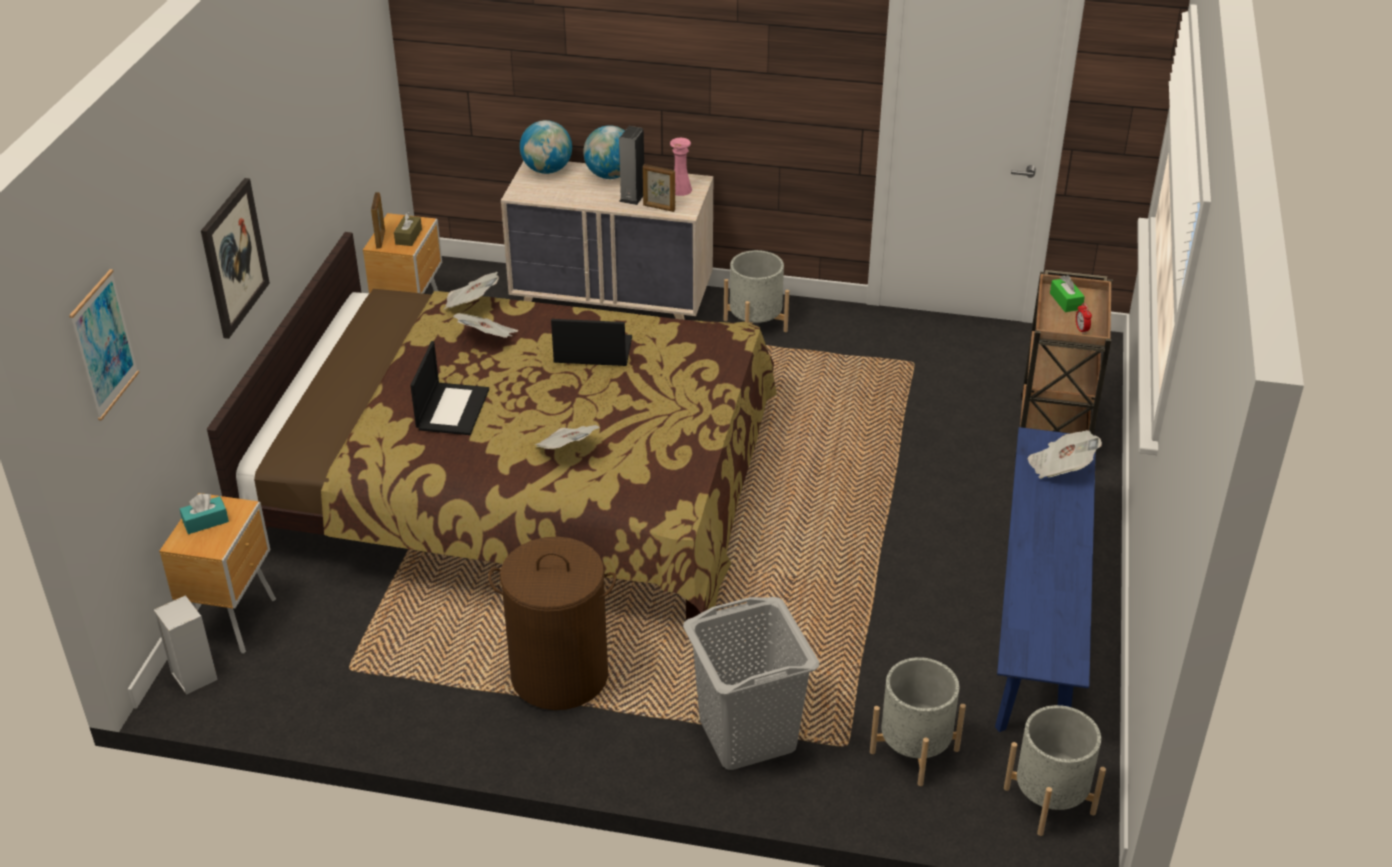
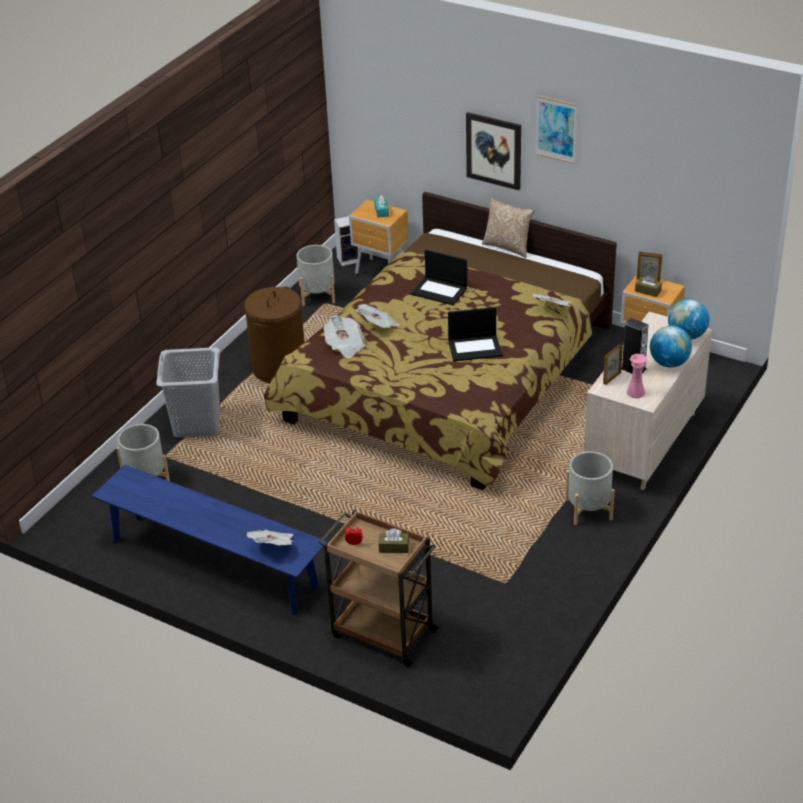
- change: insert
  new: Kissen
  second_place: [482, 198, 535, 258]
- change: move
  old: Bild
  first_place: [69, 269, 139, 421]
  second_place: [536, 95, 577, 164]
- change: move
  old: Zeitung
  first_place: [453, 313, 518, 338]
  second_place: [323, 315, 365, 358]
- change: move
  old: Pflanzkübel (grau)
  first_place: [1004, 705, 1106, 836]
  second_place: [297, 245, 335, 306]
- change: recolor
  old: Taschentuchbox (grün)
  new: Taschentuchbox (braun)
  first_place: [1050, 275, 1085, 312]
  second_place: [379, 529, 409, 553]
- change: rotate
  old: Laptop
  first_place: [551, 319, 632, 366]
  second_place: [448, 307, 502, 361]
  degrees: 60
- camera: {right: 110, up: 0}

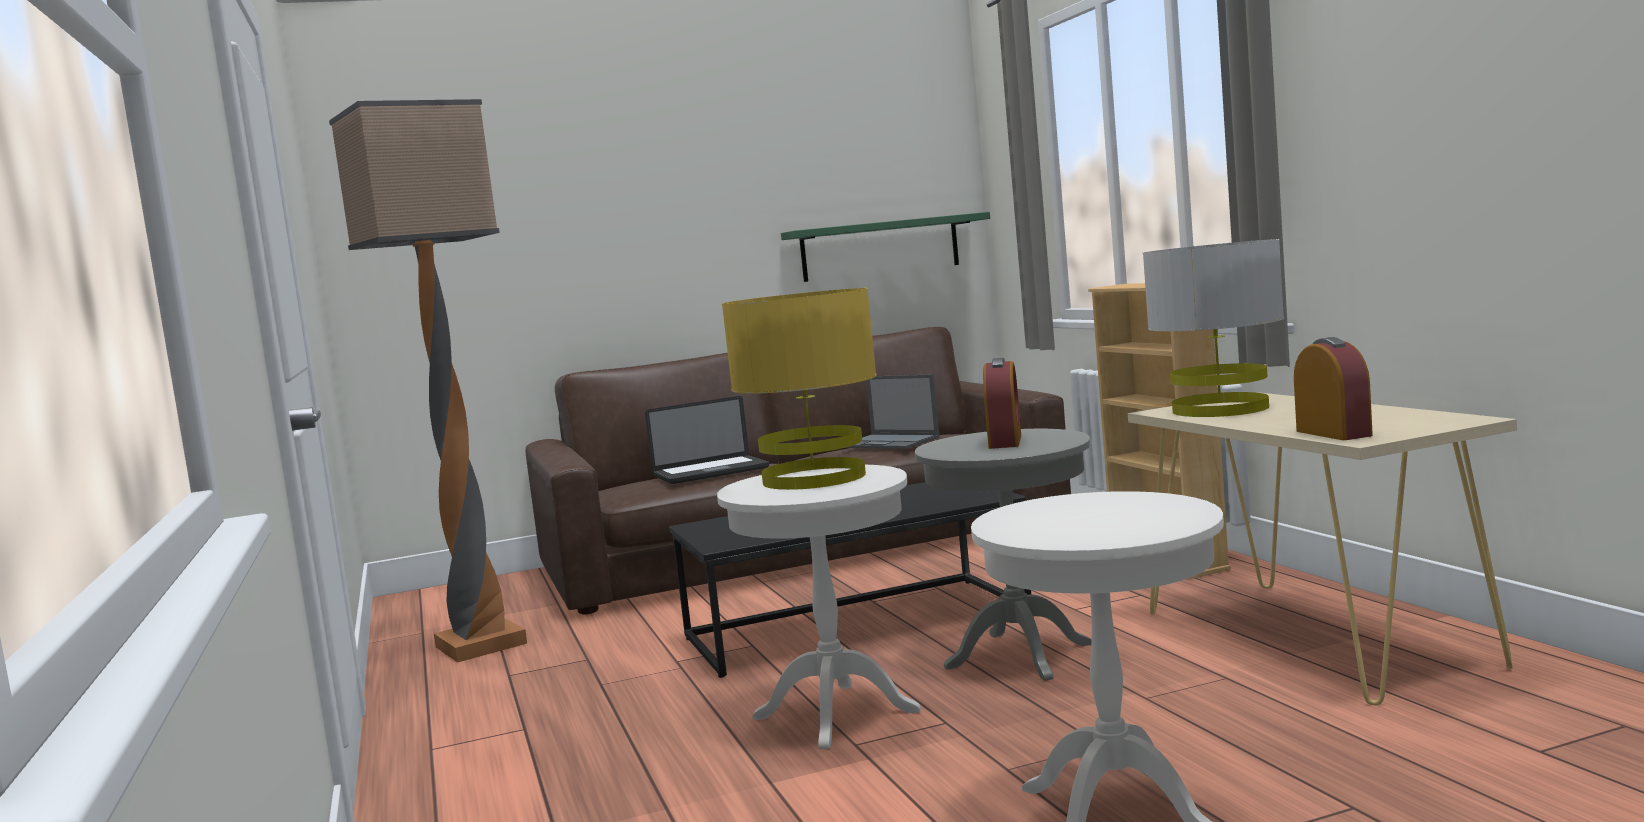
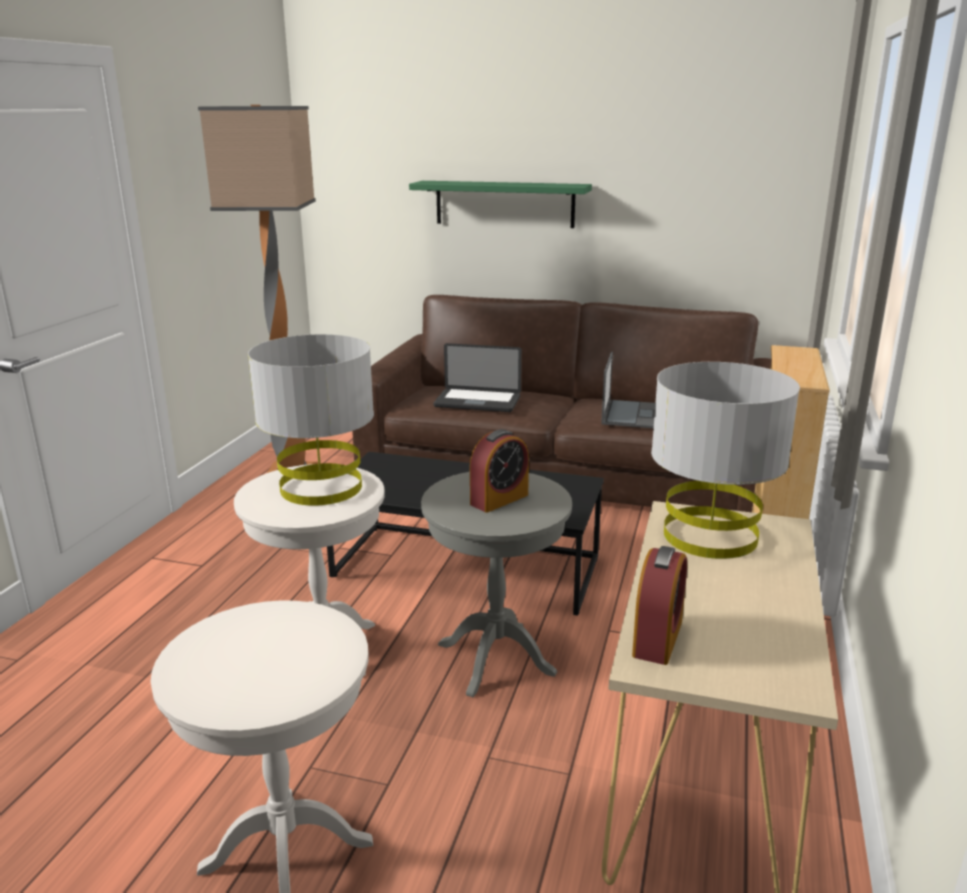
- change: move
  old: Wandregal (grün)
  first_place: [781, 212, 990, 282]
  second_place: [409, 181, 592, 228]
- change: recolor
  old: Tischlampe (gelb)
  new: Tischlampe (grau)
  first_place: [722, 288, 877, 490]
  second_place: [248, 334, 374, 506]
- change: rotate
  old: Laptop
  first_place: [846, 374, 940, 449]
  second_place: [601, 352, 655, 429]
  degrees: -150
- camera: {right: 35, up: 15}

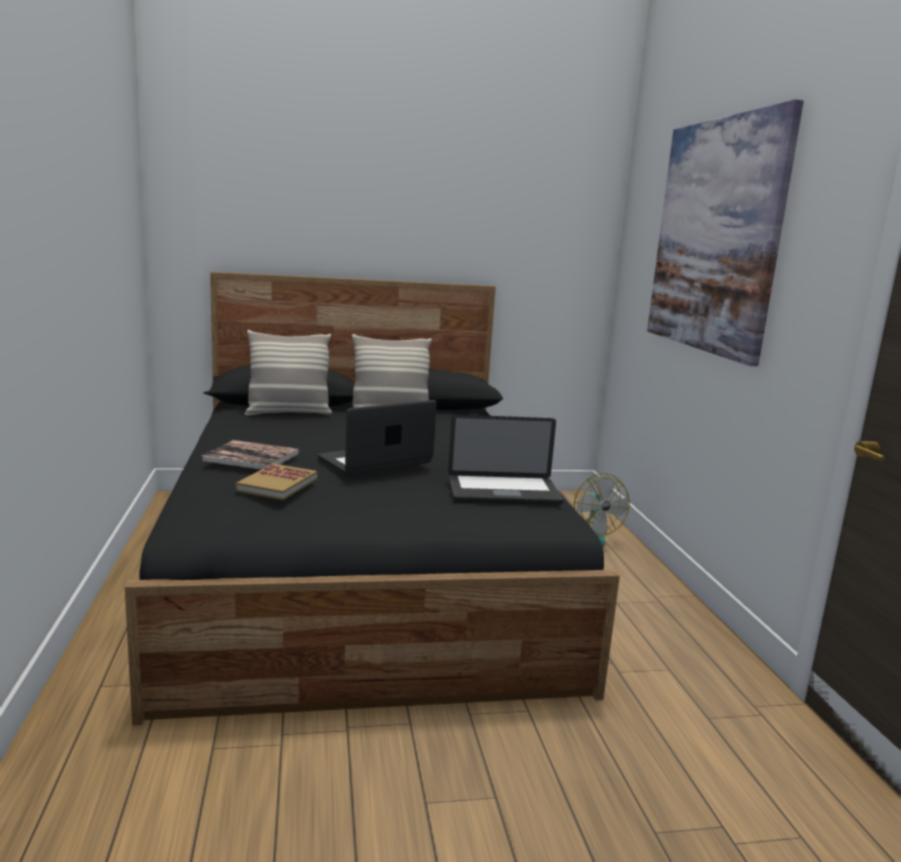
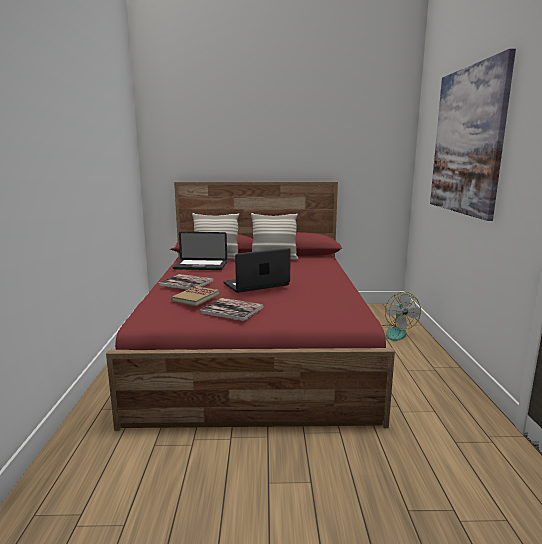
- change: insert
  new: Buch
  second_place: [200, 298, 264, 321]
- change: move
  old: Laptop
  first_place: [448, 414, 563, 505]
  second_place: [173, 232, 227, 270]
- change: recolor
  old: Bett (schwarz)
  new: Bett (rot)
  first_place: [125, 272, 620, 726]
  second_place: [106, 182, 395, 431]
- camera: {right: 10, up: 0}

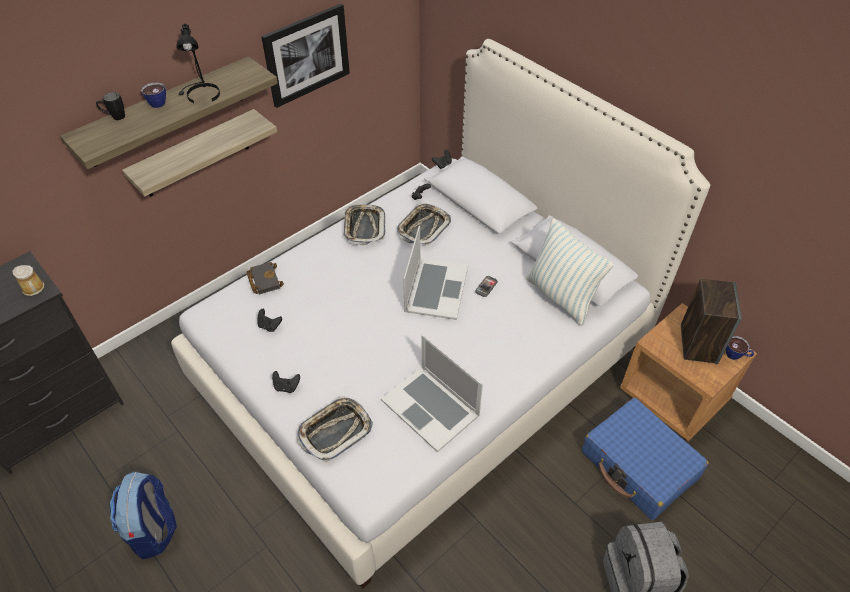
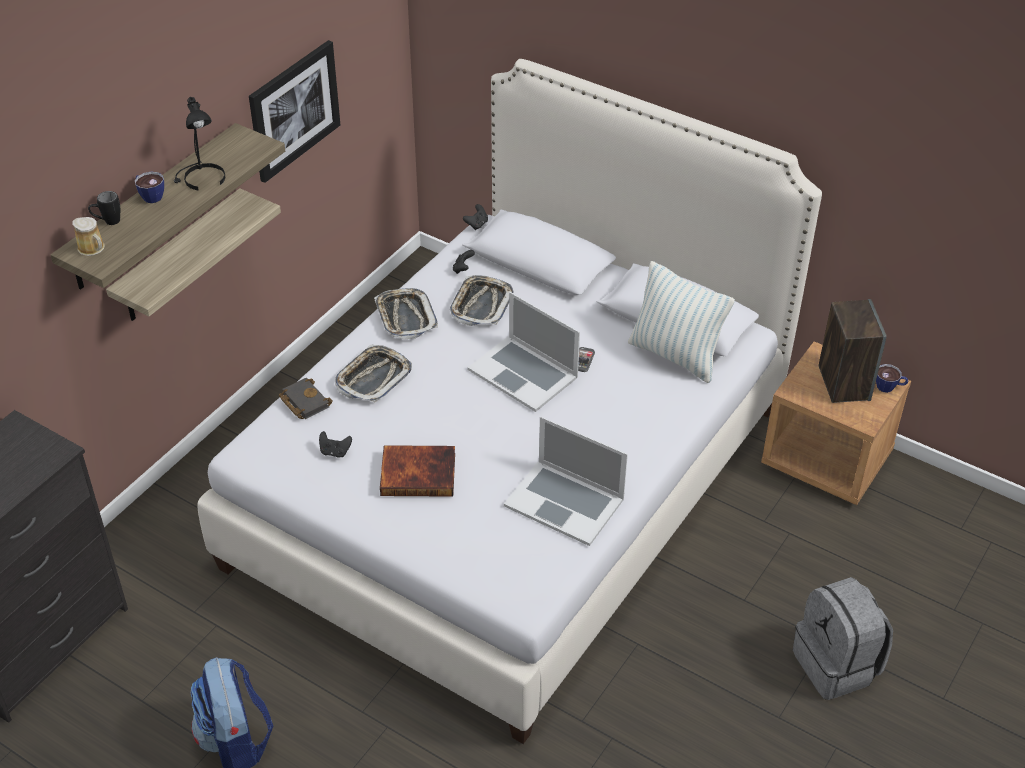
- change: delete
  old: Gamepad (schwarz)
  first_place: [272, 371, 300, 393]
- change: delete
  old: Koffer (blau)
  first_place: [582, 398, 709, 520]
- change: insert
  new: Buch
  second_place: [380, 445, 455, 497]
- change: move
  old: Henkelbecher
  first_place: [13, 265, 44, 296]
  second_place: [72, 217, 105, 256]
- change: move
  old: Tablett
  first_place: [297, 396, 373, 462]
  second_place: [335, 345, 412, 402]
- change: rotate
  old: Laptop
  first_place: [403, 226, 468, 320]
  second_place: [467, 292, 580, 412]
  degrees: 135
- camera: {right: -15, up: -5}

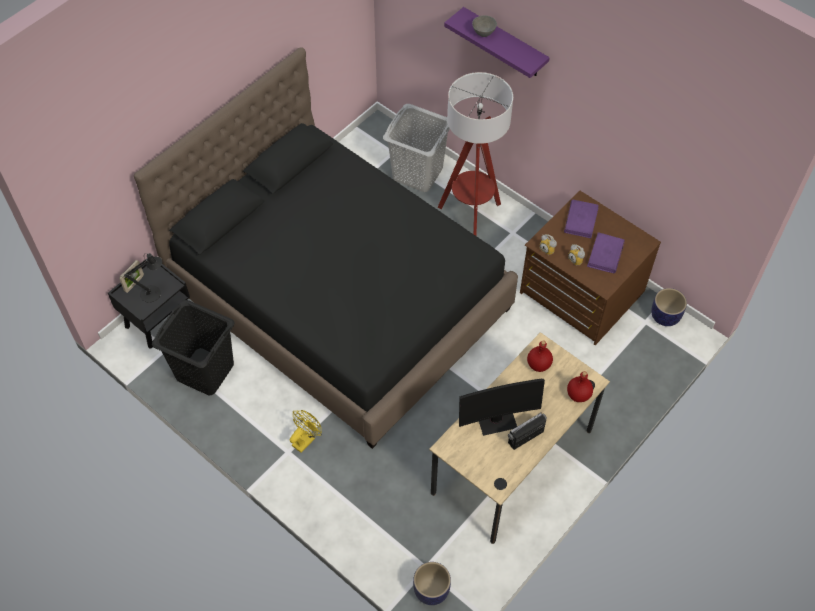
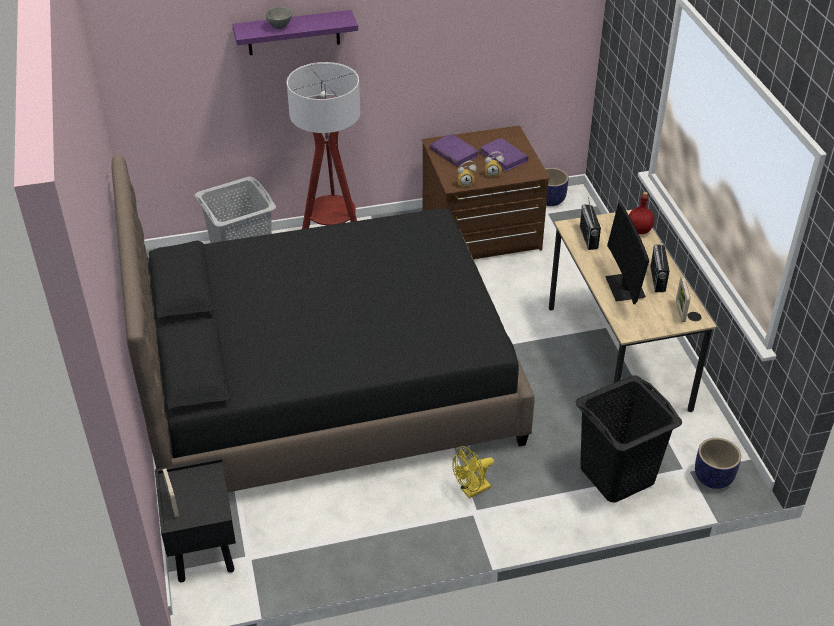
- change: delete
  old: Tischlampe (schwarz)
  first_place: [124, 253, 162, 303]
- change: insert
  new: Bilderrahmen
  second_place: [676, 277, 690, 322]
- change: move
  old: Wäschekorb (schwarz)
  first_place: [152, 300, 234, 395]
  second_place: [576, 375, 682, 503]
- change: replace
  old: Flasche (rot)
  new: Radio
  first_place: [527, 341, 553, 372]
  second_place: [580, 198, 601, 250]
- change: rotate
  old: Ventilator (gelb)
  first_place: [290, 410, 322, 453]
  second_place: [452, 446, 494, 498]
  degrees: -105
- change: rotate
  old: Monitor
  first_place: [459, 379, 545, 436]
  second_place: [605, 203, 649, 304]
  degrees: 150
- camera: {right: -55, up: -15}

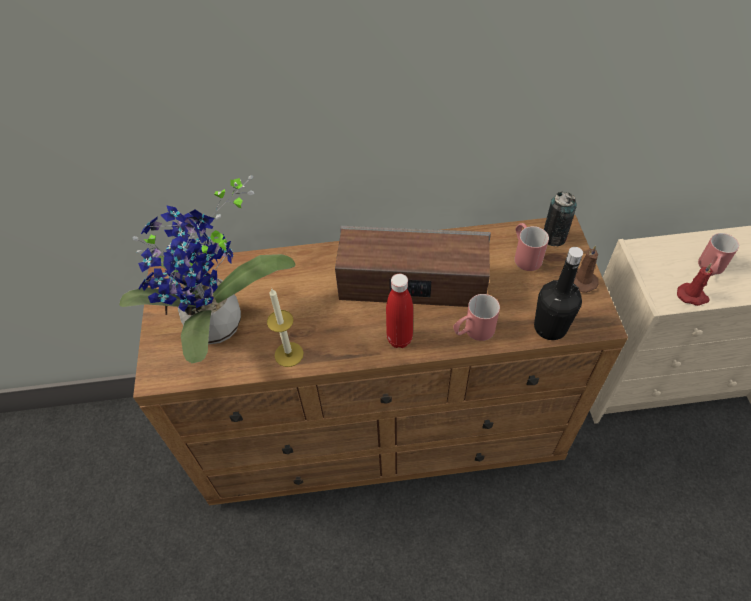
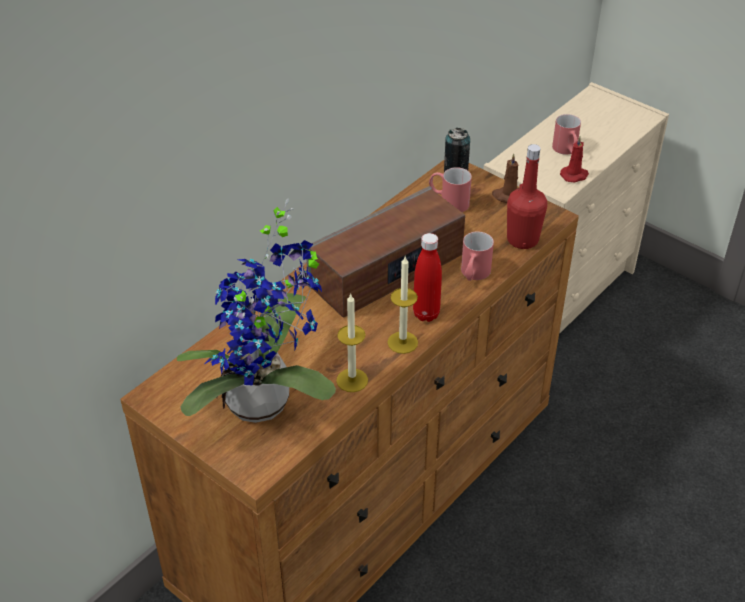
- change: insert
  new: Kerze
  second_place: [387, 257, 418, 354]
- change: recolor
  old: Flasche (schwarz)
  new: Flasche (rot)
  first_place: [534, 247, 583, 340]
  second_place: [507, 144, 547, 249]
- camera: {right: -45, up: -10}

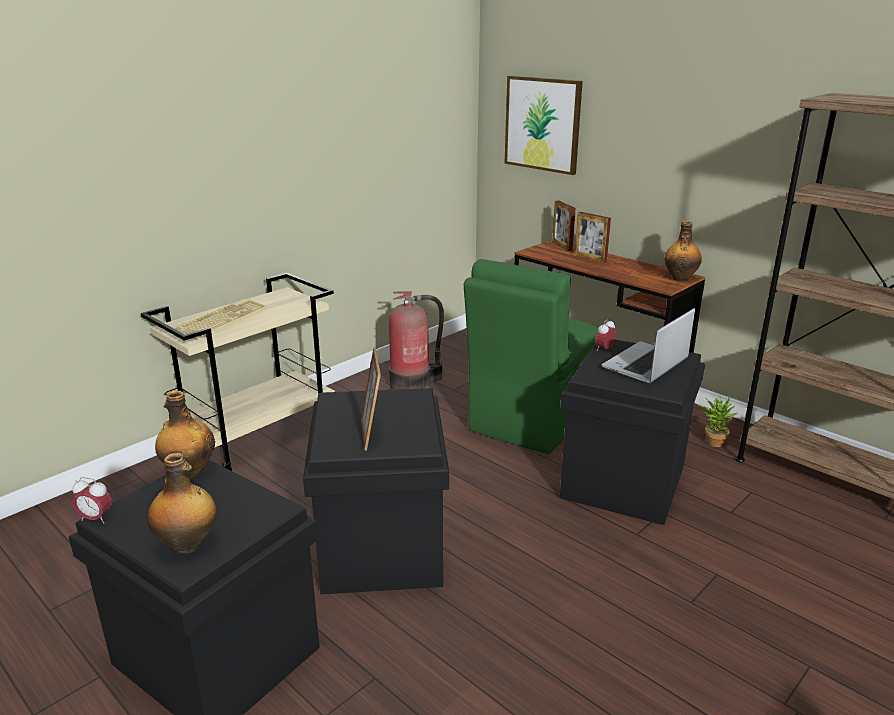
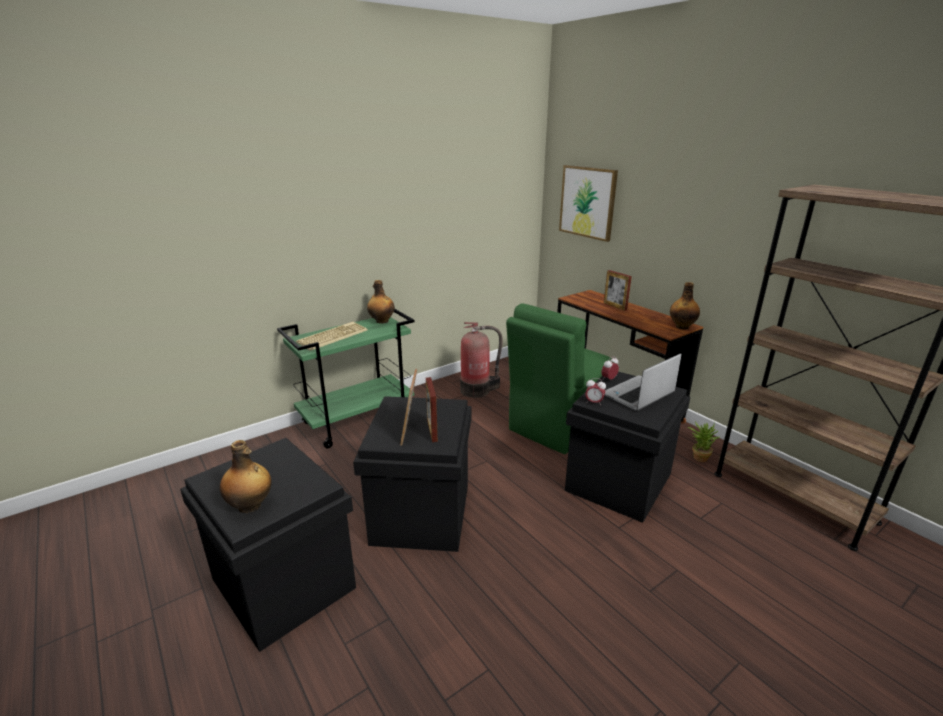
- change: move
  old: Wecker
  first_place: [72, 477, 112, 524]
  second_place: [585, 378, 606, 406]
- change: move
  old: Flasche
  first_place: [155, 391, 215, 477]
  second_place: [367, 280, 395, 324]
- change: move
  old: Bilderrahmen
  first_place: [552, 201, 576, 251]
  second_place: [426, 377, 438, 442]
- change: recolor
  old: Rollwagen (beige)
  new: Rollwagen (grün)
  first_place: [141, 273, 335, 471]
  second_place: [277, 309, 414, 448]
- camera: {right: 10, up: 0}

